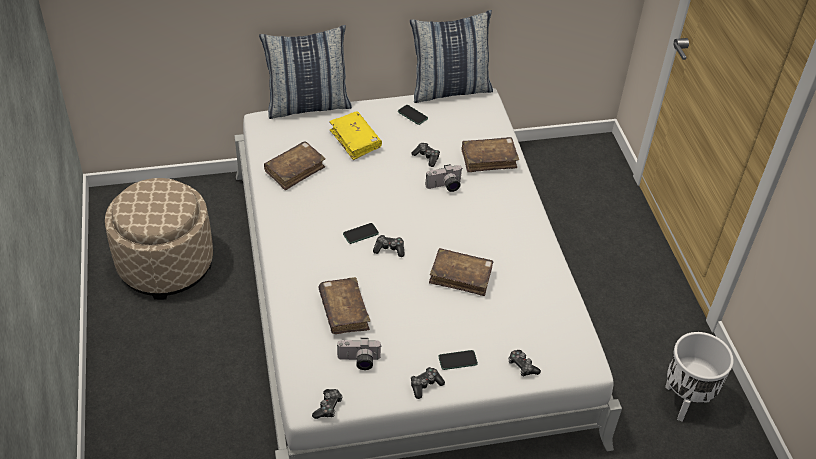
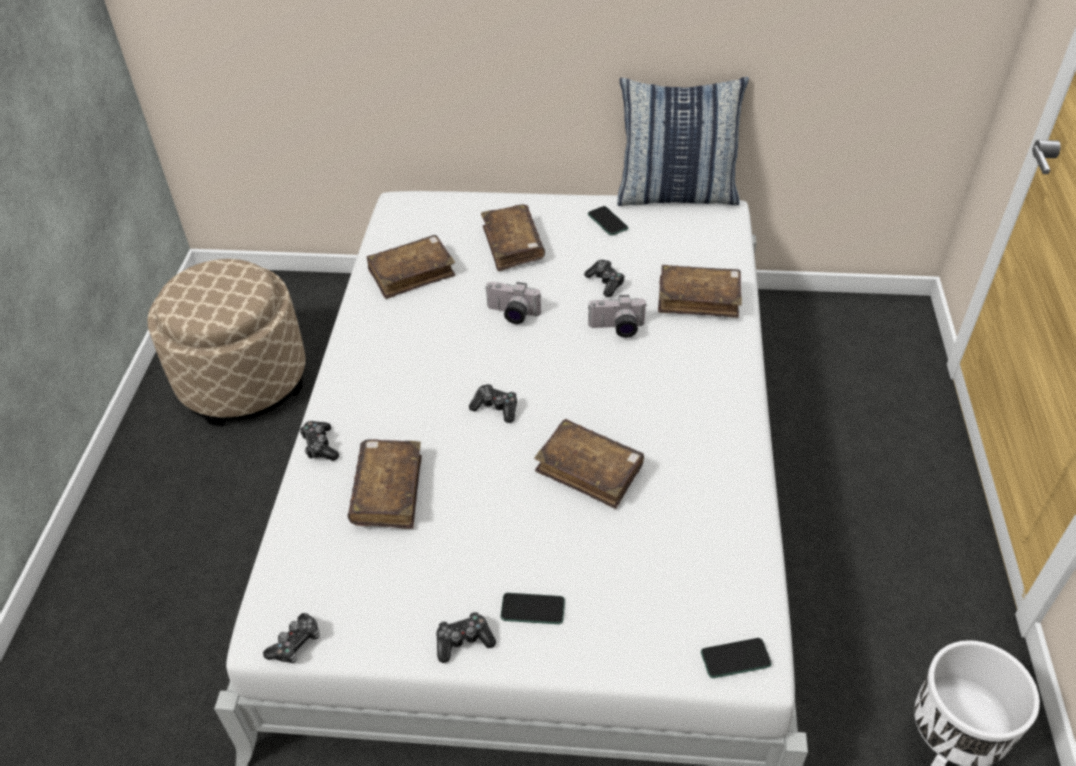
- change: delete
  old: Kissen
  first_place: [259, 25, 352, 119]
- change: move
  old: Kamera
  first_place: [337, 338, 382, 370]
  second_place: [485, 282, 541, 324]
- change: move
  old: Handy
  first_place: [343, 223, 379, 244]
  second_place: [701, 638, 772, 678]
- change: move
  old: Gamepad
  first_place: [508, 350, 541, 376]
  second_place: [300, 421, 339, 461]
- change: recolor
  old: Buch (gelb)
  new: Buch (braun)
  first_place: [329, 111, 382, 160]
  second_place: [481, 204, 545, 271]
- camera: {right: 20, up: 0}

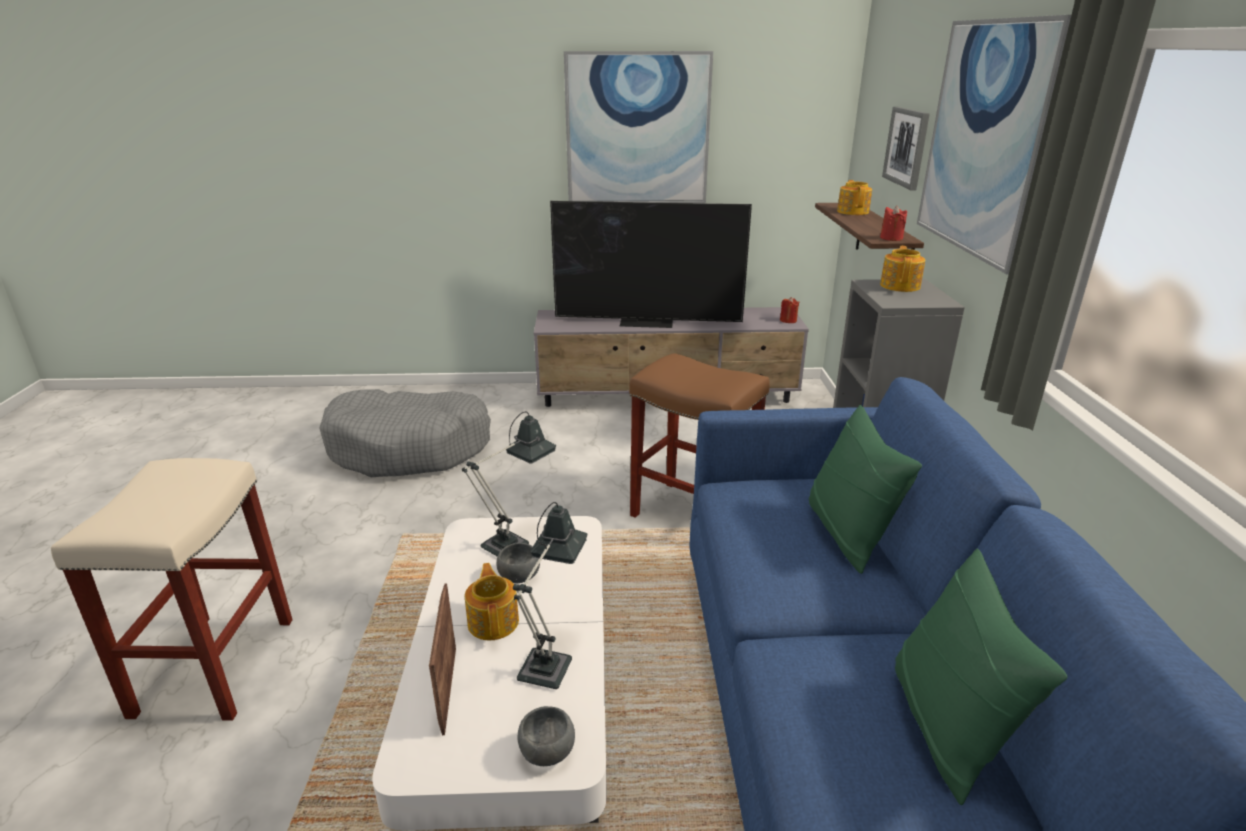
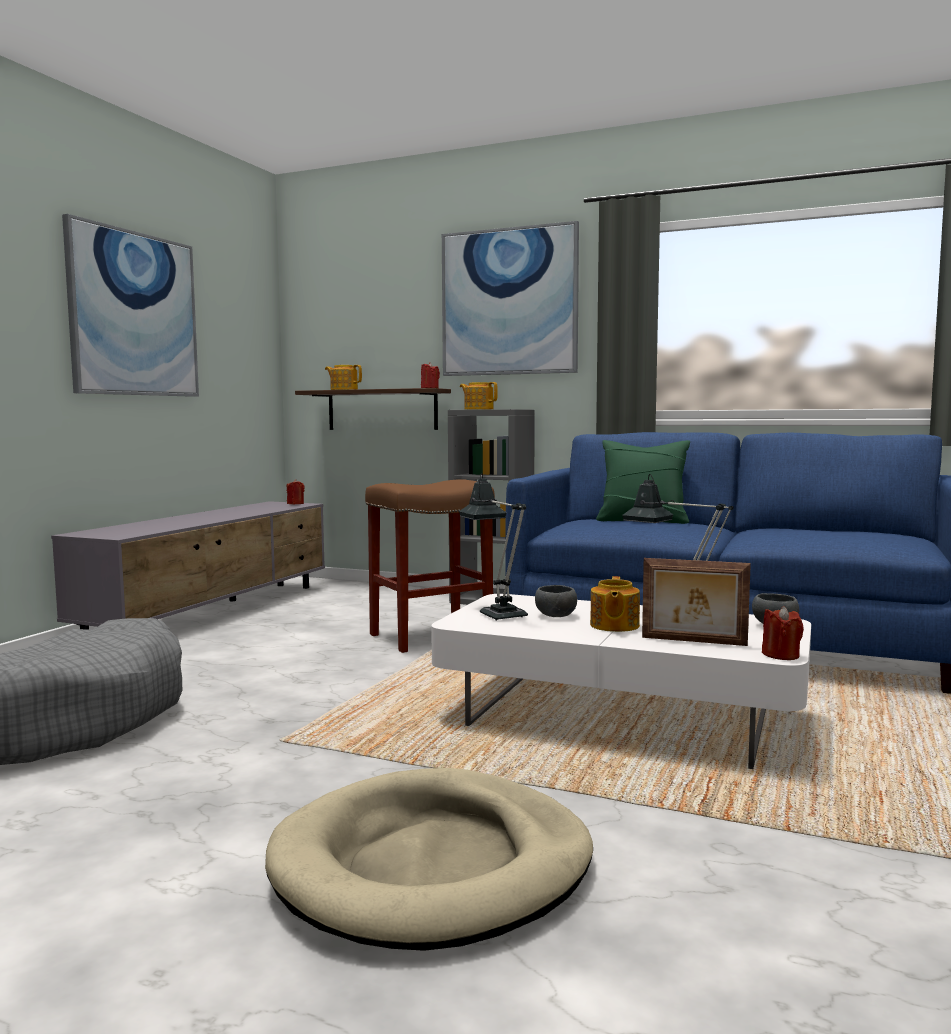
- change: delete
  old: Fernseher
  first_place: [550, 201, 752, 328]
- change: delete
  old: Bild
  first_place: [882, 107, 930, 190]
- change: delete
  old: Kissen (grün)
  first_place: [895, 549, 1067, 805]
- change: insert
  new: Kerze (rot)
  second_place: [762, 606, 804, 660]
- change: replace
  old: Hocker (beige)
  new: Hundebett (beige)
  first_place: [51, 458, 293, 721]
  second_place: [265, 768, 593, 951]
- change: rotate
  old: Teekanne
  first_place: [465, 563, 519, 641]
  second_place: [590, 576, 640, 632]
  degrees: -90
- camera: {right: -65, up: -20}

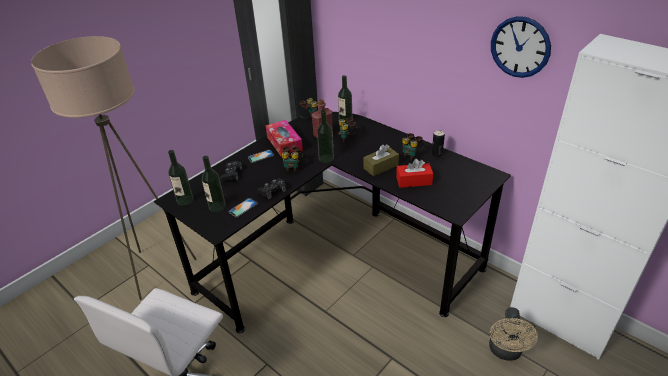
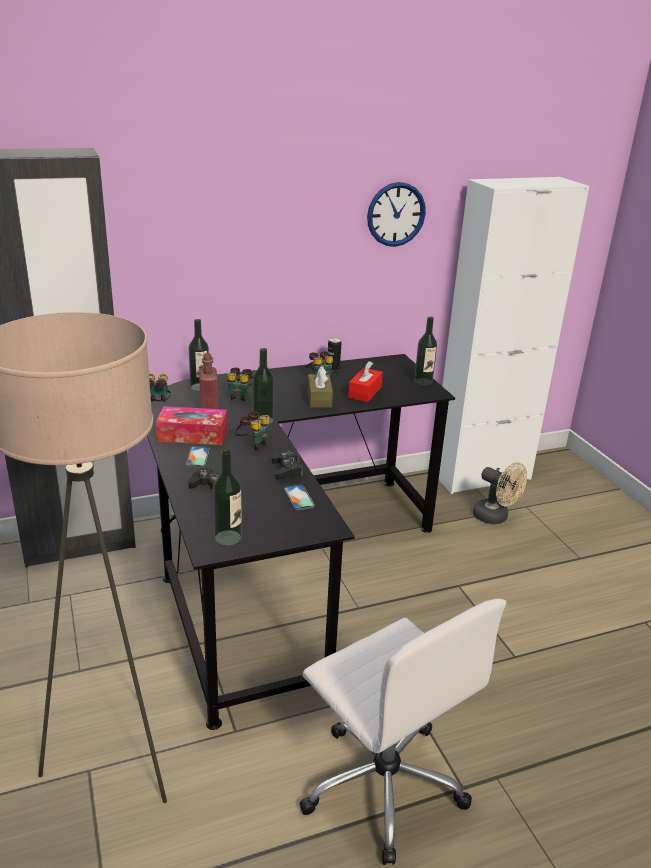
- change: move
  old: Flasche
  first_place: [202, 156, 226, 212]
  second_place: [414, 316, 437, 386]
- camera: {right: -65, up: -10}

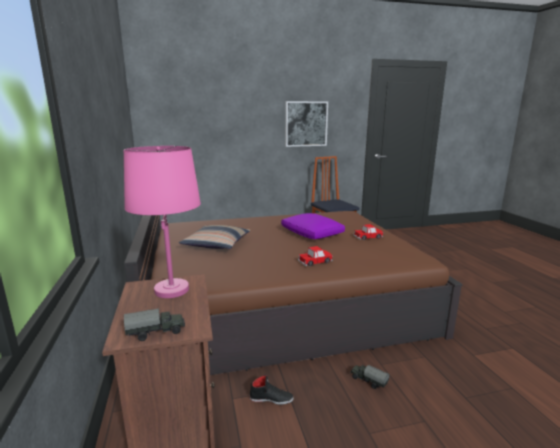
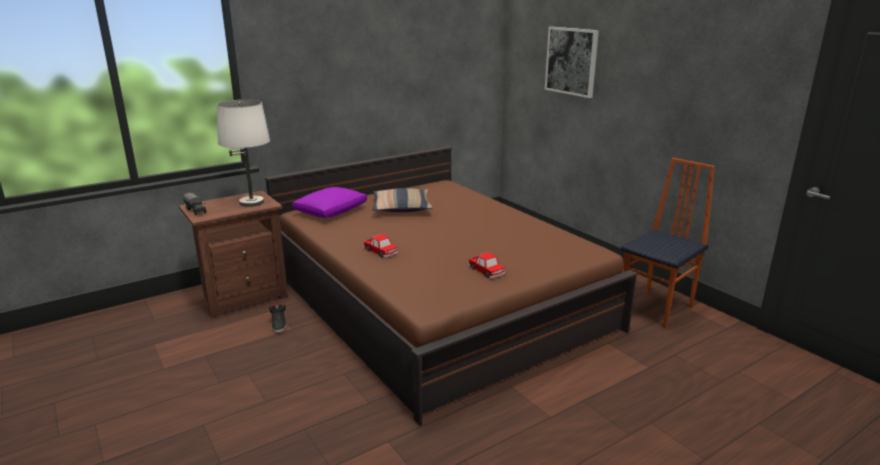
- change: delete
  old: Spielzeuglaster
  first_place: [350, 364, 389, 389]
- change: move
  old: Kissen (lila)
  first_place: [281, 213, 345, 239]
  second_place: [292, 187, 367, 218]
- change: move
  old: Bild
  first_place: [285, 101, 328, 147]
  second_place: [545, 27, 599, 98]
- change: recolor
  old: Tischlampe (rosa)
  new: Tischlampe (weiß)
  first_place: [123, 146, 201, 298]
  second_place: [217, 100, 270, 207]
- camera: {right: 70, up: 5}

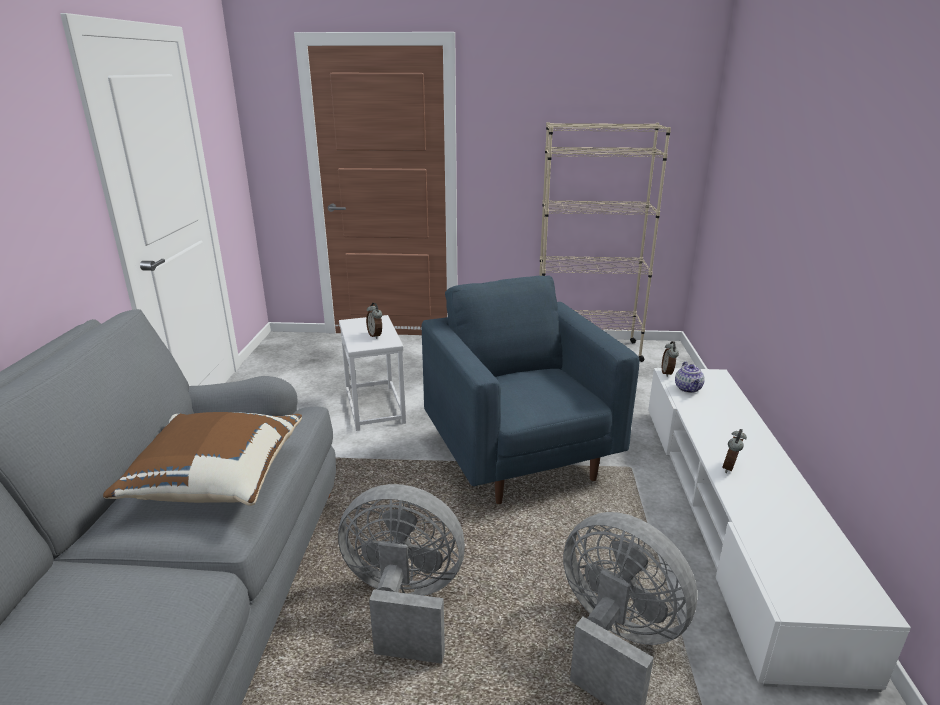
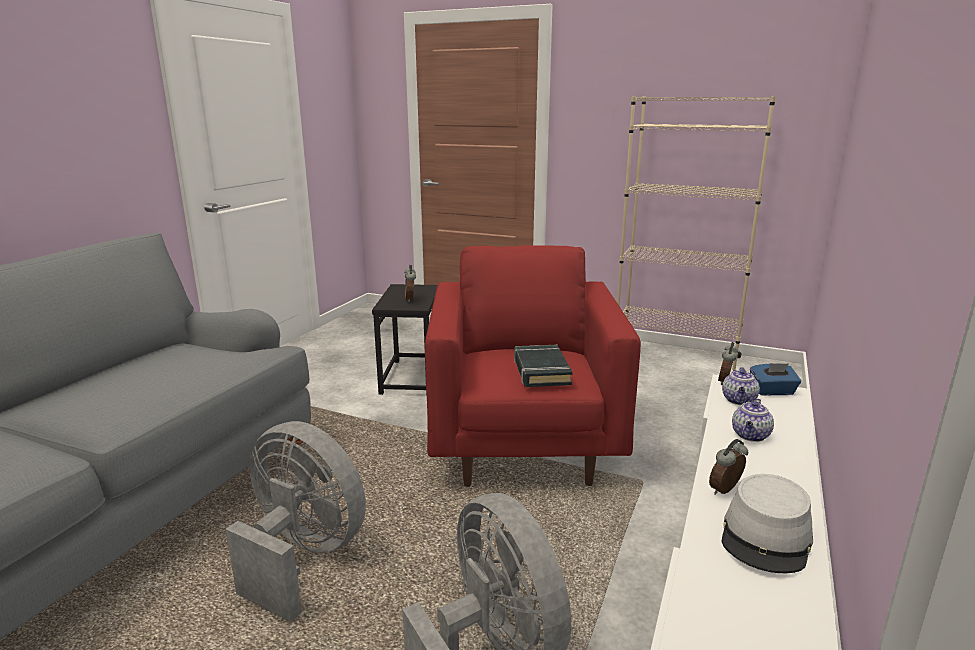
- change: delete
  old: Kissen (braun)
  first_place: [103, 412, 302, 506]
- change: insert
  new: Buch (schwarz)
  second_place: [514, 345, 573, 387]
- change: insert
  new: Hut (grau)
  second_place: [721, 474, 813, 573]
- change: insert
  new: Teekanne
  second_place: [732, 399, 774, 442]
- change: insert
  new: Taschentuchbox (blau)
  second_place: [750, 363, 801, 396]
- change: recolor
  old: Beistelltisch (weiß)
  new: Beistelltisch (schwarz)
  first_place: [339, 315, 406, 431]
  second_place: [372, 284, 437, 396]
- change: recolor
  old: Sessel (blau)
  new: Sessel (rot)
  first_place: [422, 275, 639, 504]
  second_place: [425, 245, 641, 487]
- camera: {right: 20, up: -5}

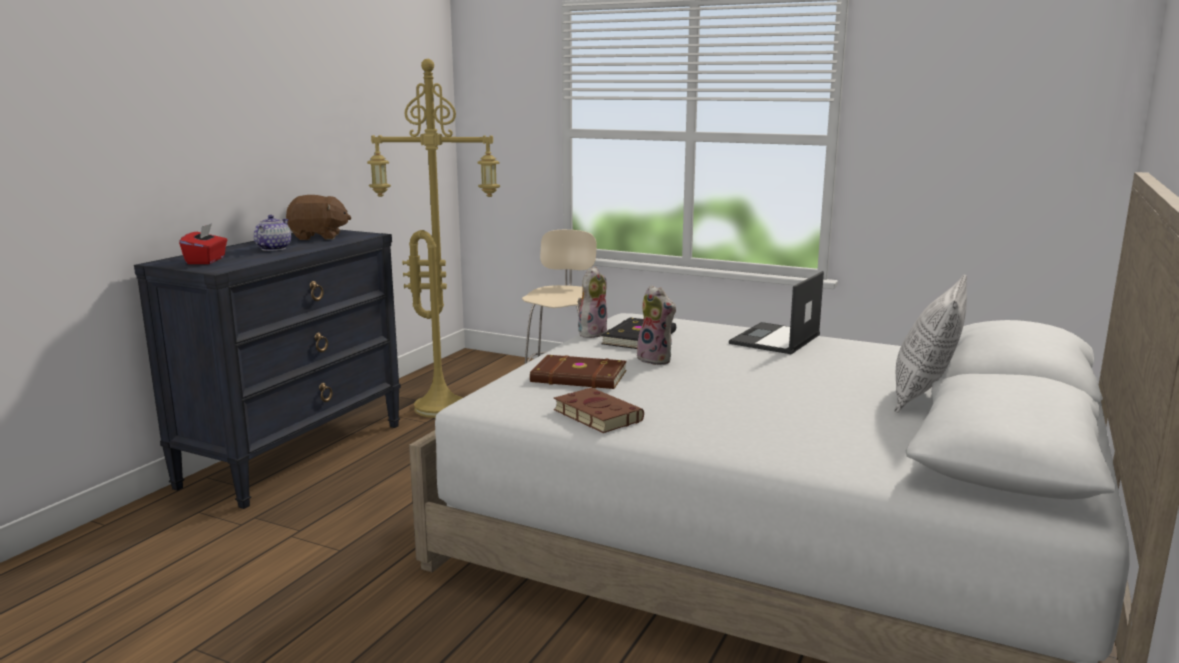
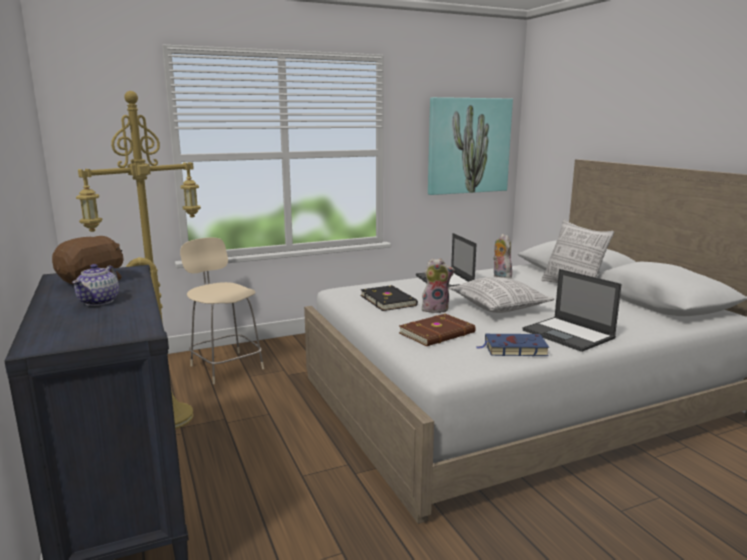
- change: delete
  old: Taschentuchbox (rot)
  first_place: [179, 223, 227, 264]
- change: insert
  new: Bild
  second_place: [428, 97, 513, 195]
- change: insert
  new: Kissen
  second_place: [449, 277, 554, 313]
- change: insert
  new: Laptop
  second_place: [522, 269, 622, 352]
- change: move
  old: Plüschtier
  first_place: [578, 267, 607, 338]
  second_place: [493, 234, 512, 279]
- change: recolor
  old: Buch (braun)
  new: Buch (blau)
  first_place: [554, 388, 644, 433]
  second_place: [476, 334, 549, 356]
- change: rotate
  old: Teekanne
  first_place: [254, 215, 291, 251]
  second_place: [72, 264, 119, 306]
  degrees: -135
- camera: {right: -50, up: 0}

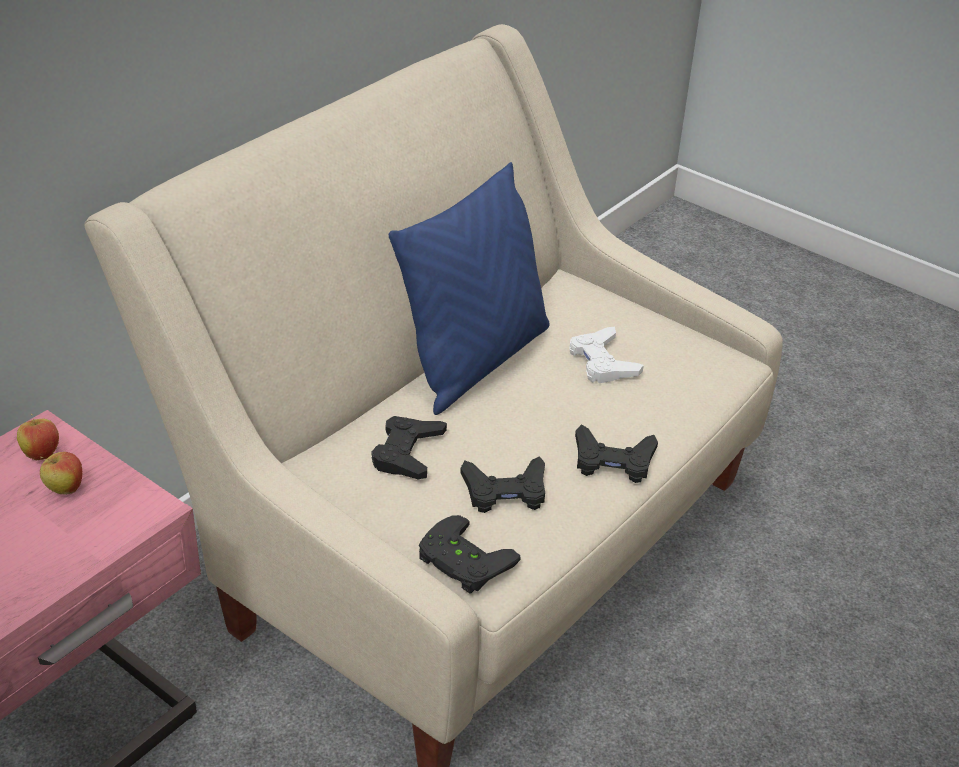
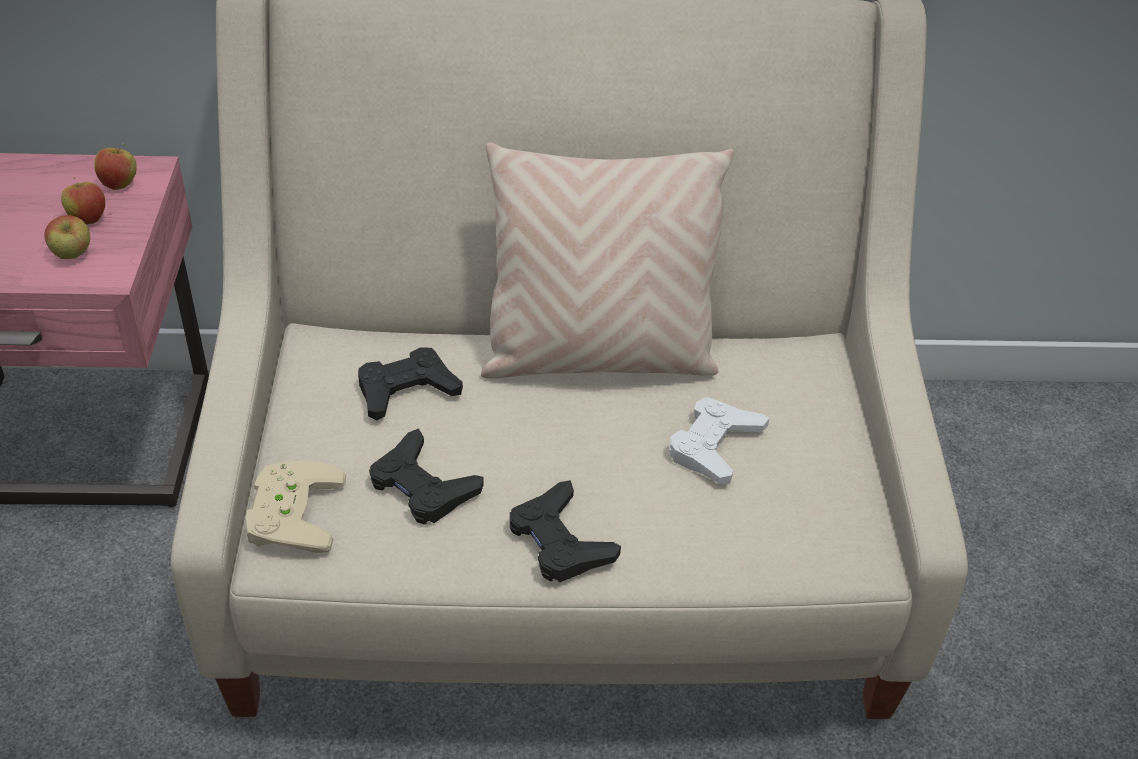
- change: insert
  new: Apfel
  second_place: [44, 215, 90, 259]
- change: recolor
  old: Kissen (blau)
  new: Kissen (beige)
  first_place: [389, 162, 550, 415]
  second_place: [481, 142, 734, 379]
- change: recolor
  old: Gamepad (schwarz)
  new: Gamepad (beige)
  first_place: [419, 515, 521, 594]
  second_place: [246, 461, 346, 553]
- camera: {right: 50, up: 5}

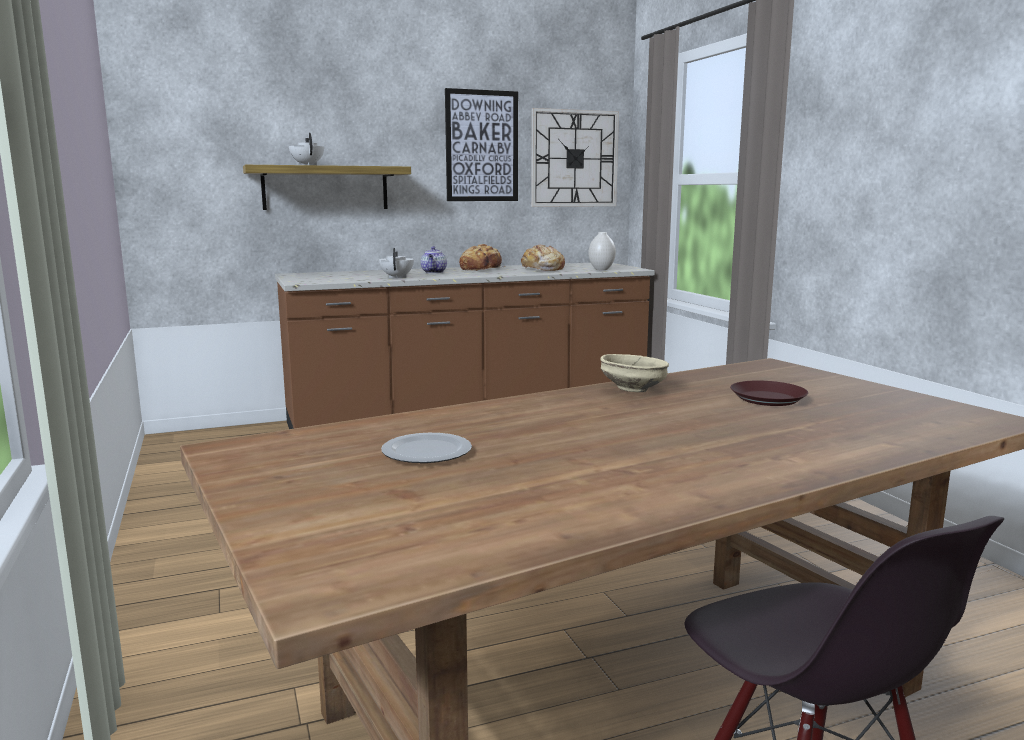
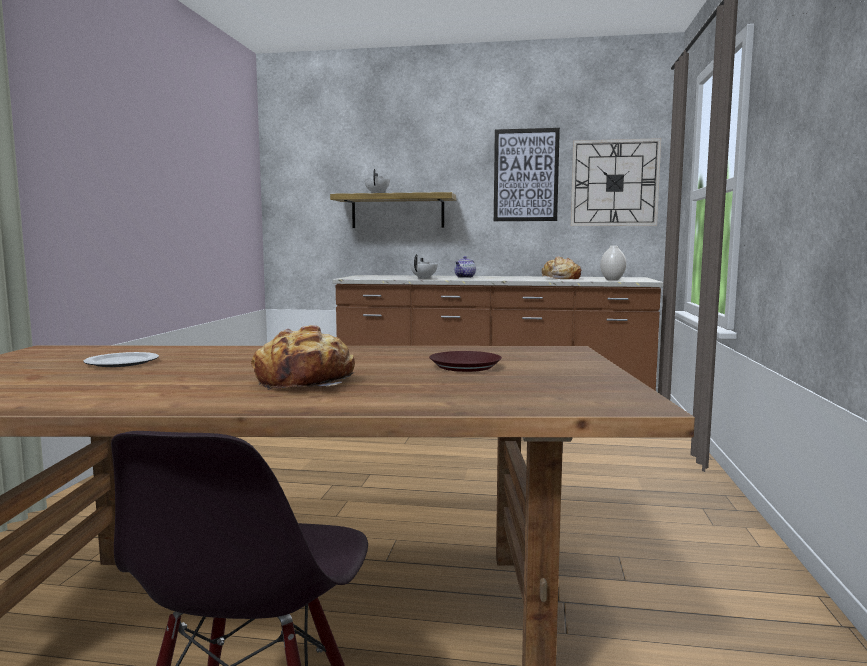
- change: delete
  old: Schüssel (beige)
  first_place: [601, 354, 669, 393]
- change: move
  old: Brot
  first_place: [459, 244, 505, 271]
  second_place: [251, 325, 355, 390]
- camera: {right: 30, up: -5}

